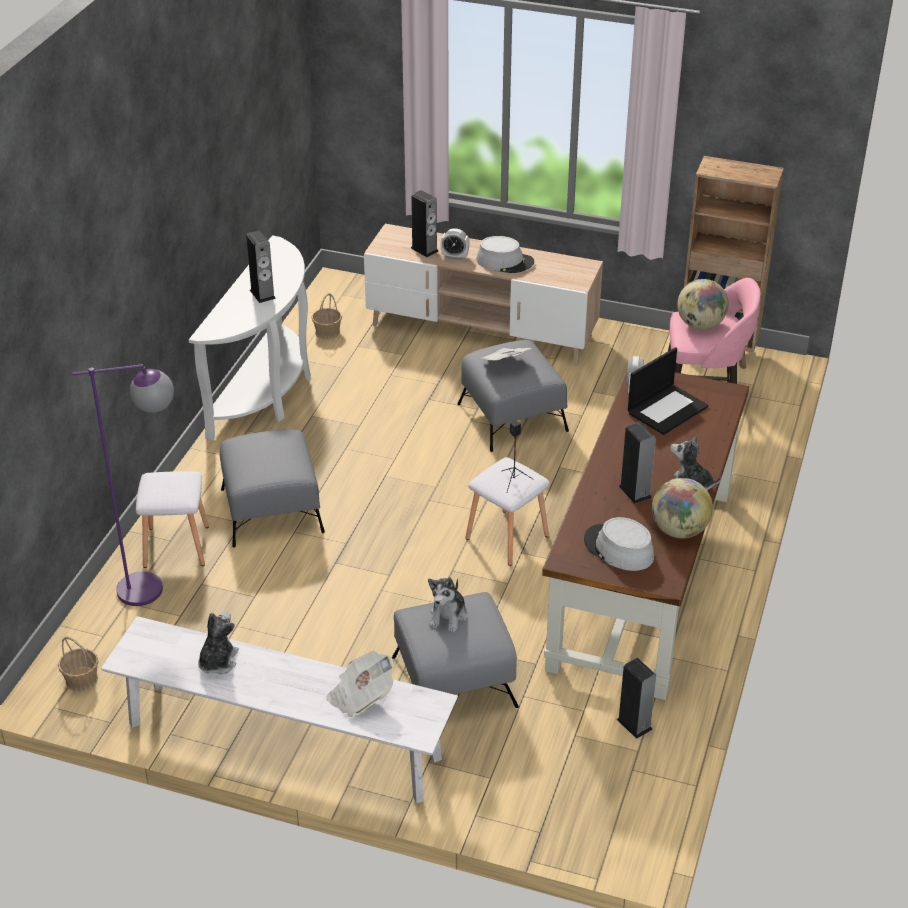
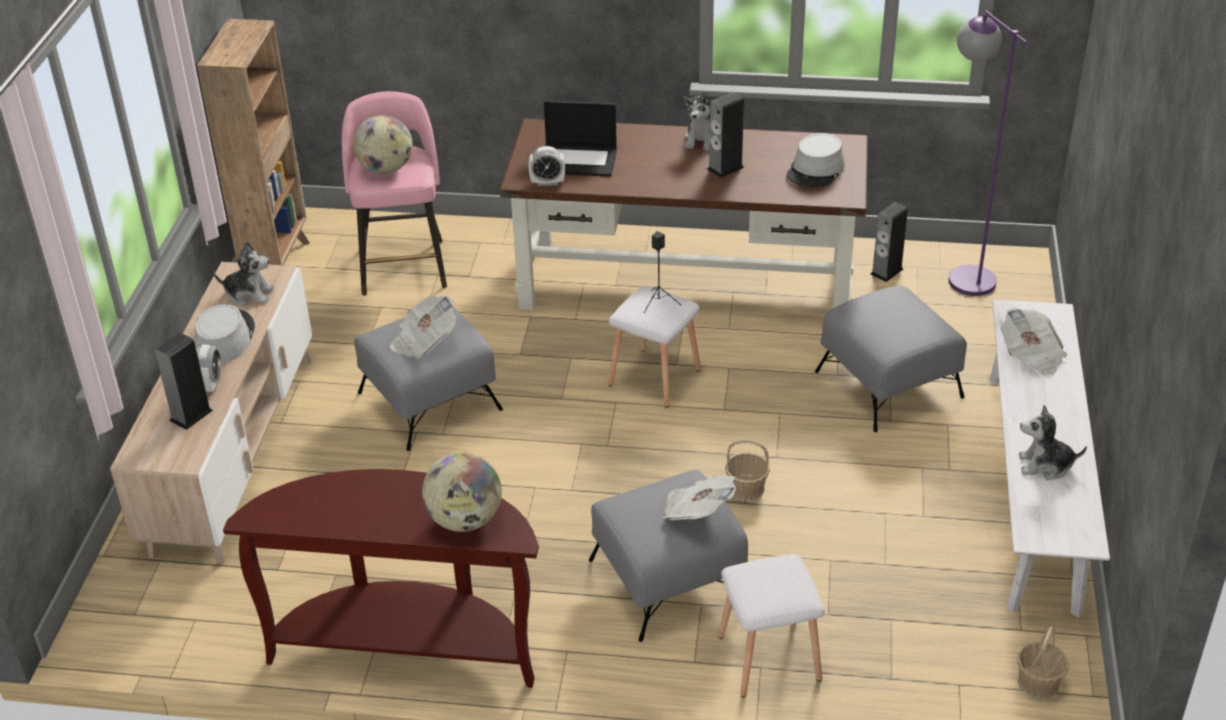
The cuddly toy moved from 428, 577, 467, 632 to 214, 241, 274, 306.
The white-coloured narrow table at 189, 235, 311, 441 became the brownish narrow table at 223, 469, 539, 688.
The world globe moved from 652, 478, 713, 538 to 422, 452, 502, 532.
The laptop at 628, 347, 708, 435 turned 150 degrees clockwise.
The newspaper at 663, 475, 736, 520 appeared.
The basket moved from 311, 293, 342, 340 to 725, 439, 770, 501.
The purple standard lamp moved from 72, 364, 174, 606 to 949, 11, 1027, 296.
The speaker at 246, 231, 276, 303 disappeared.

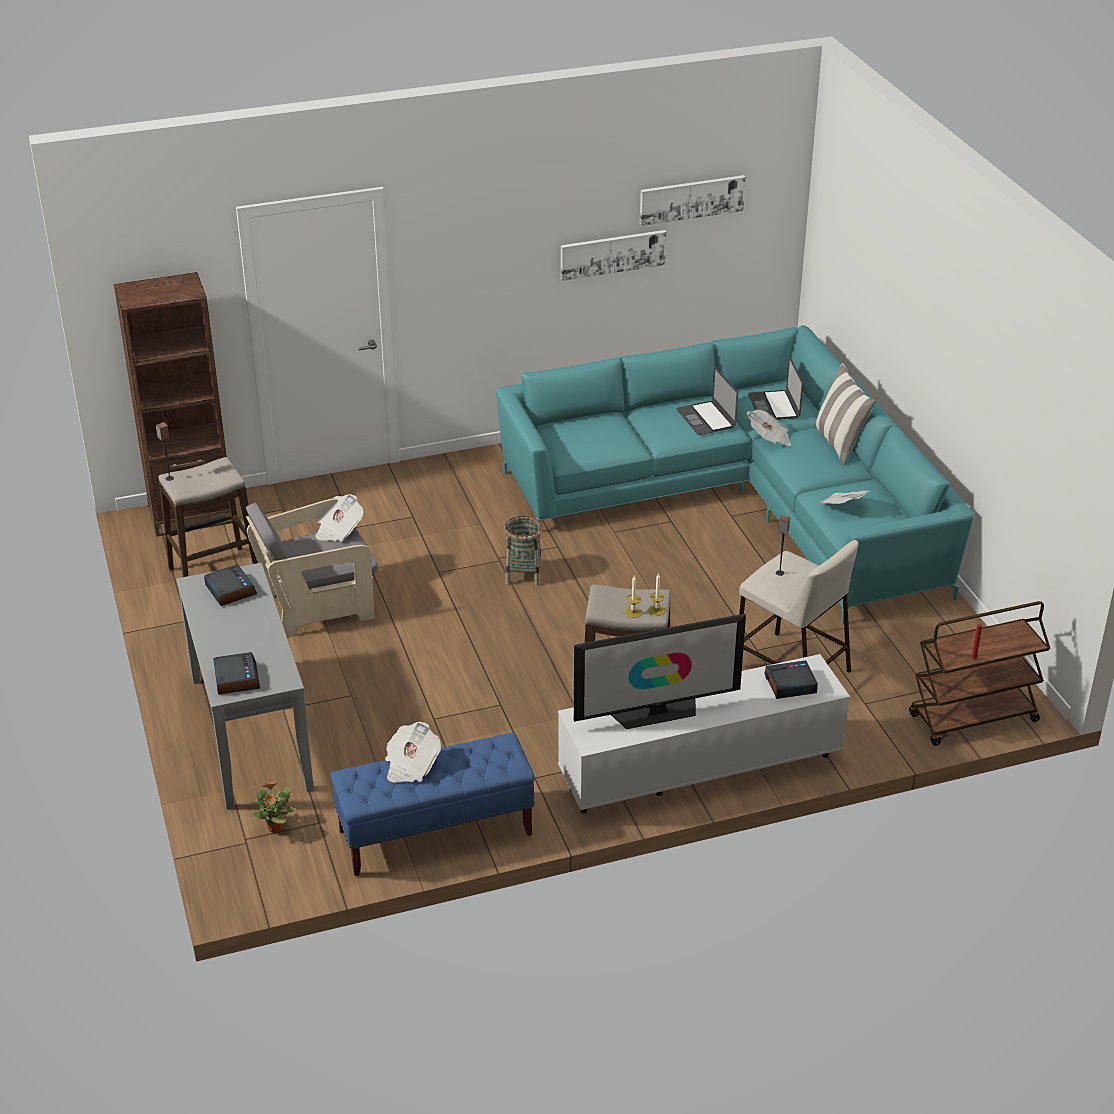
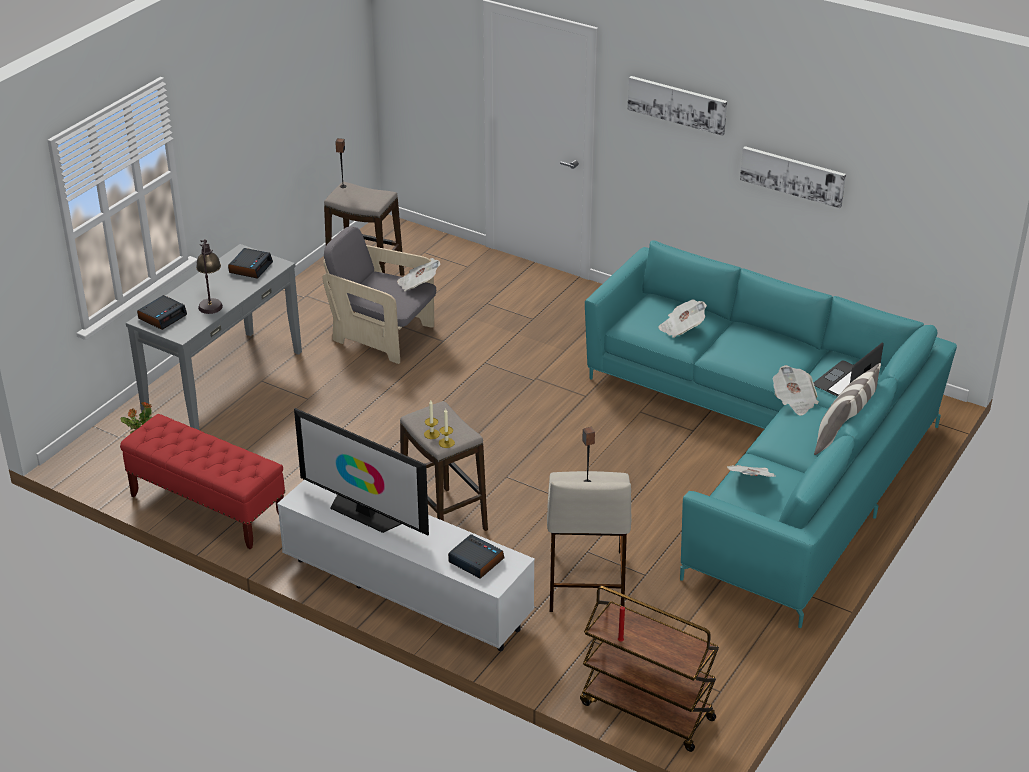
The bluish indoor bench at 331, 732, 535, 876 became the red indoor bench at 120, 414, 285, 549.
The lamp for a table at 196, 239, 223, 314 appeared.
The wall art moved from 640, 175, 746, 226 to 628, 76, 727, 136.
The newspaper moved from 385, 722, 441, 783 to 658, 299, 707, 338.
The brownish bookcase at 114, 272, 232, 537 disappeared.
The basket at 504, 516, 542, 586 disappeared.
The laptop at 676, 367, 738, 435 disappeared.

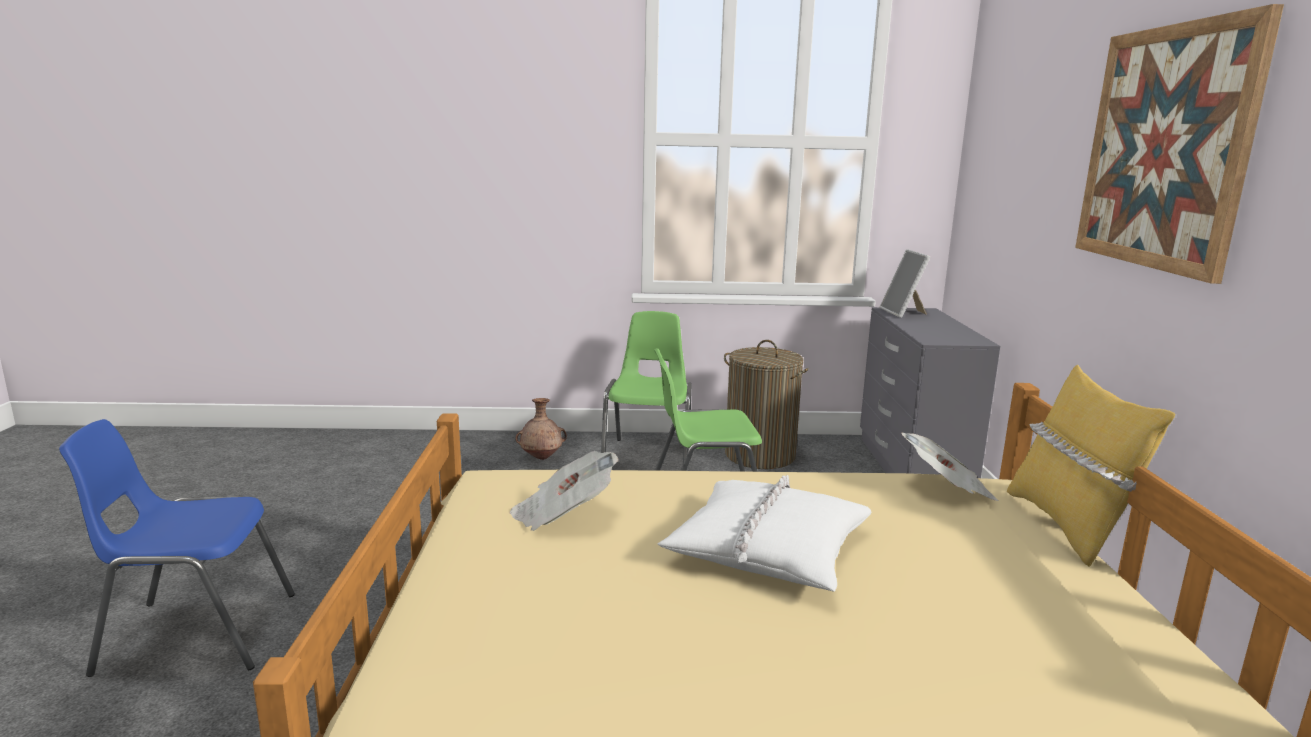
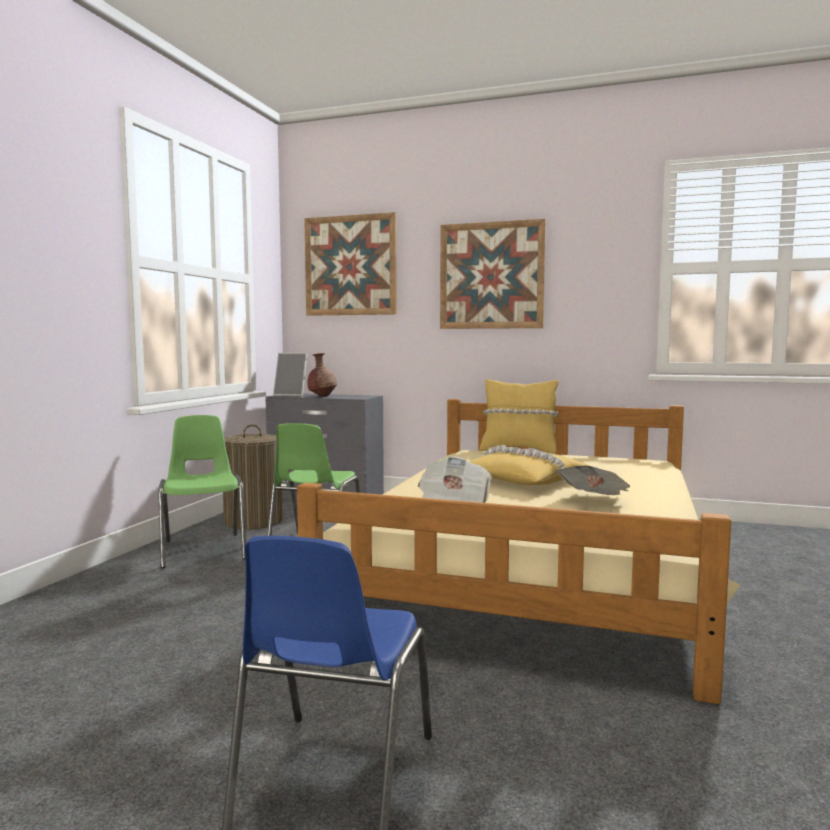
The greenish plain chair at 601, 311, 692, 471 turned 45 degrees clockwise.
The wall art at 304, 212, 397, 316 appeared.
The brownish vase moved from 515, 398, 567, 460 to 307, 353, 337, 397.
The white-coloured throw pillow at 658, 475, 872, 592 became the yellow throw pillow at 469, 445, 590, 485.
The newspaper moved from 901, 432, 999, 501 to 555, 466, 630, 495.

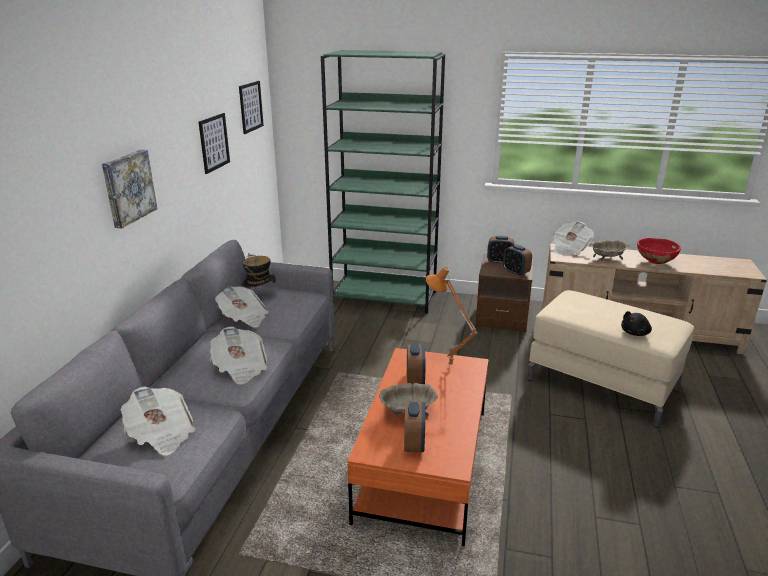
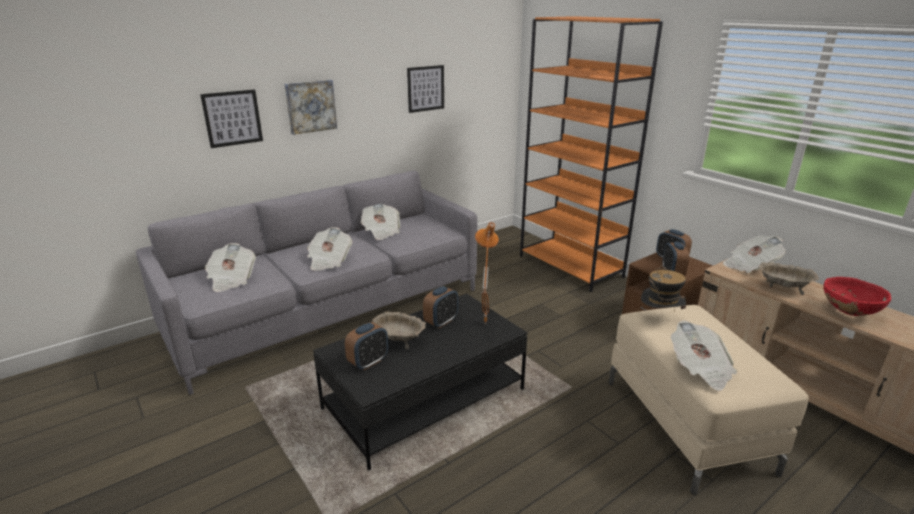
The wall art moved from 239, 81, 264, 134 to 200, 89, 263, 148.
The orange-coloured low table at 348, 348, 489, 546 became the blackish low table at 313, 294, 528, 471.
The greenish bookcase at 321, 50, 445, 314 became the orange-coloured bookcase at 520, 16, 663, 292.
The wearable hat moved from 242, 253, 276, 287 to 641, 265, 686, 311.
The blackish cuddly toy at 621, 311, 652, 336 was replaced by the newspaper at 671, 320, 737, 391.

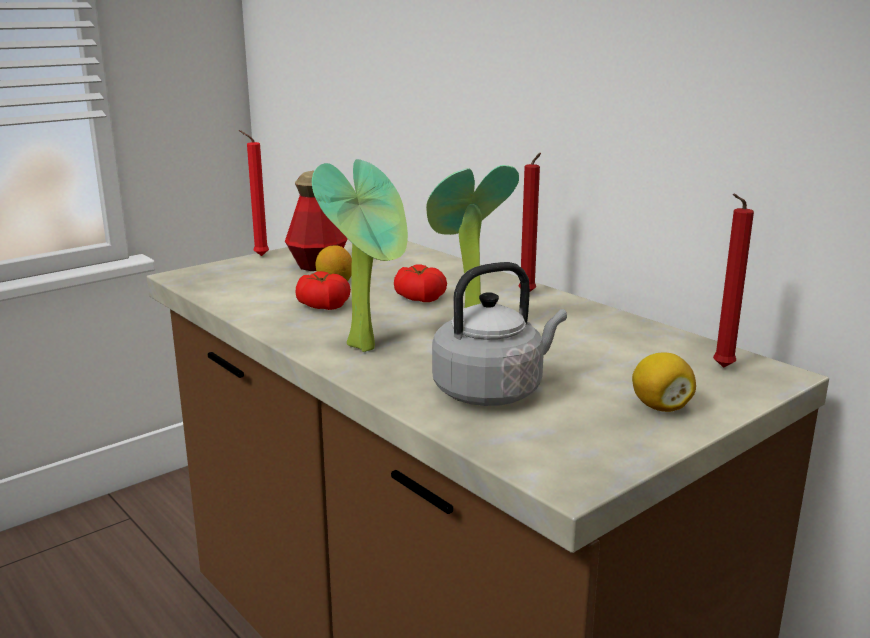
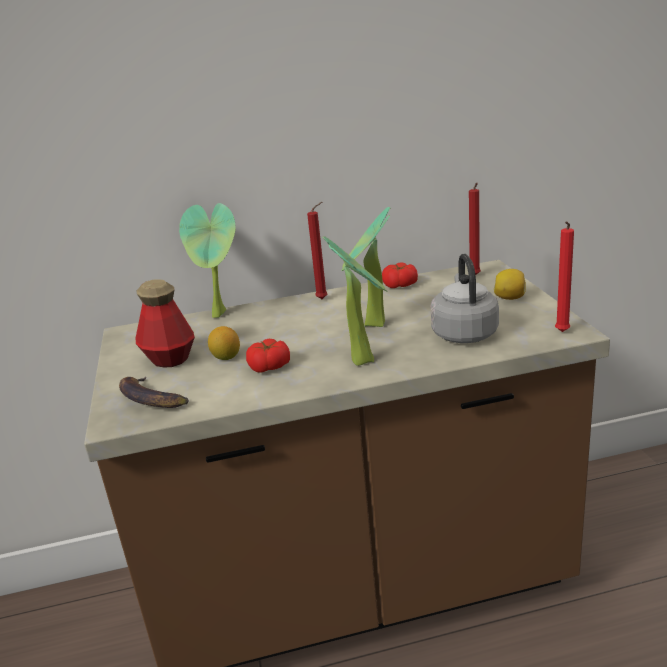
The whole banana at 119, 376, 189, 408 appeared.
The plant in a pot at 179, 203, 236, 318 appeared.
The fresh tomato moved from 394, 264, 447, 302 to 382, 262, 418, 288.
The red wax candle moved from 239, 130, 269, 256 to 555, 221, 574, 332.

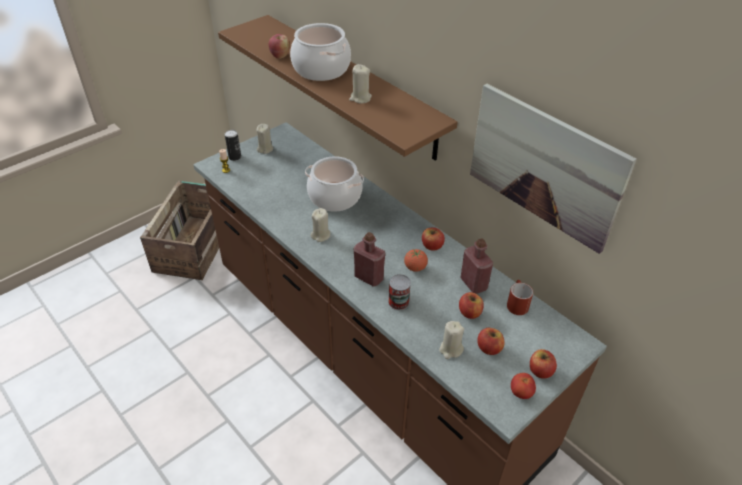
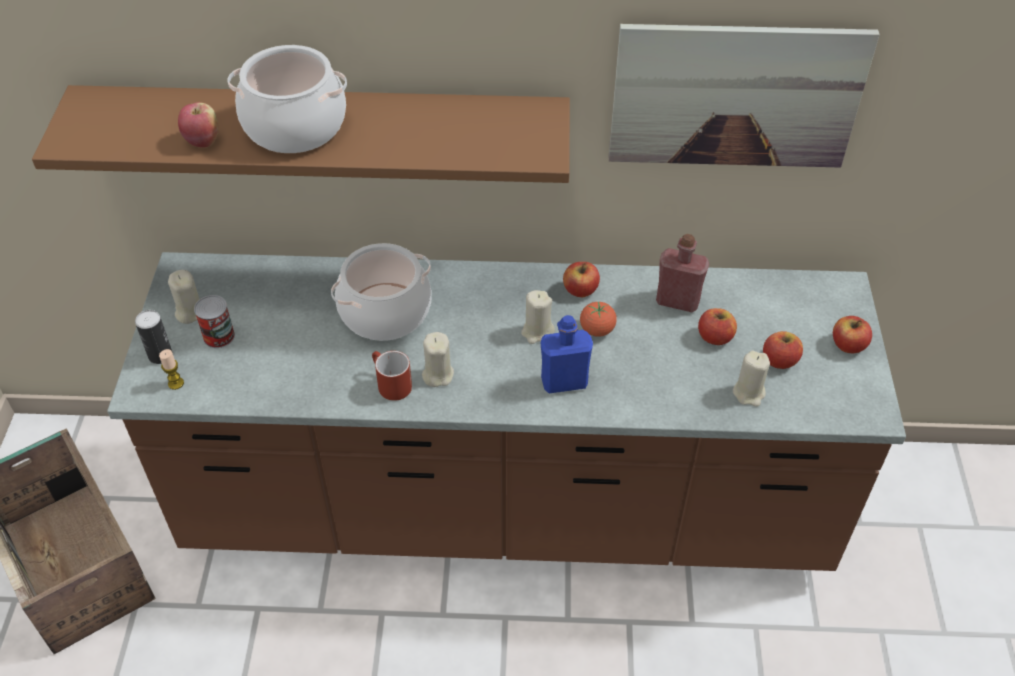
The metal can moved from 388, 274, 411, 310 to 194, 295, 235, 348.
The red coffee mug moved from 507, 280, 533, 315 to 372, 351, 412, 401.
The beige-coloured wax candle moved from 349, 64, 372, 103 to 521, 290, 555, 344.
The red drink bottle at 354, 232, 385, 287 became the bluish drink bottle at 541, 315, 593, 394.
The fresh tomato at 511, 373, 536, 399 disappeared.

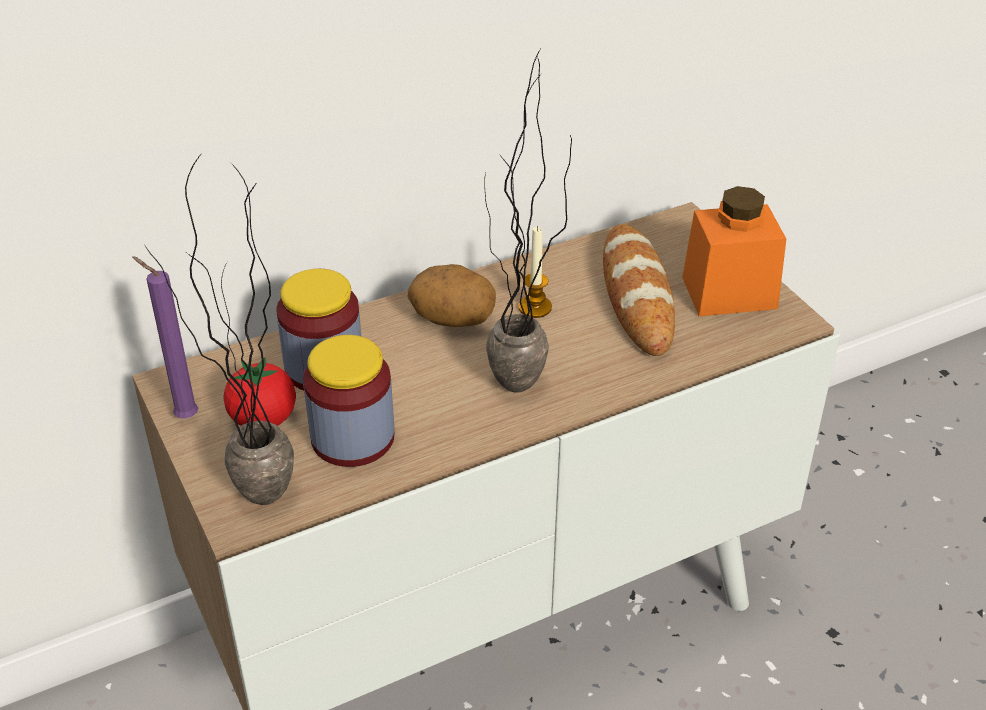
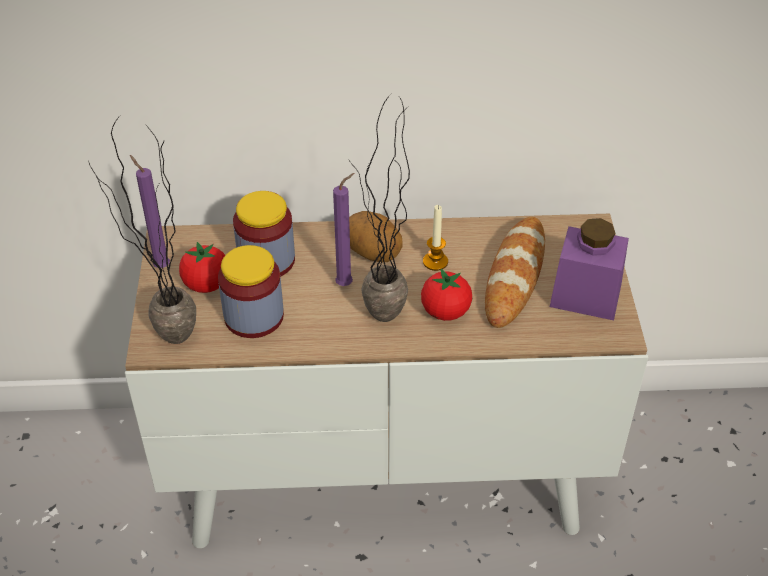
The purple wax candle at 333, 173, 354, 286 appeared.
The fresh tomato at 421, 269, 472, 321 appeared.
The orange-coloured storage jar at 682, 186, 786, 316 became the purple storage jar at 550, 218, 629, 320.

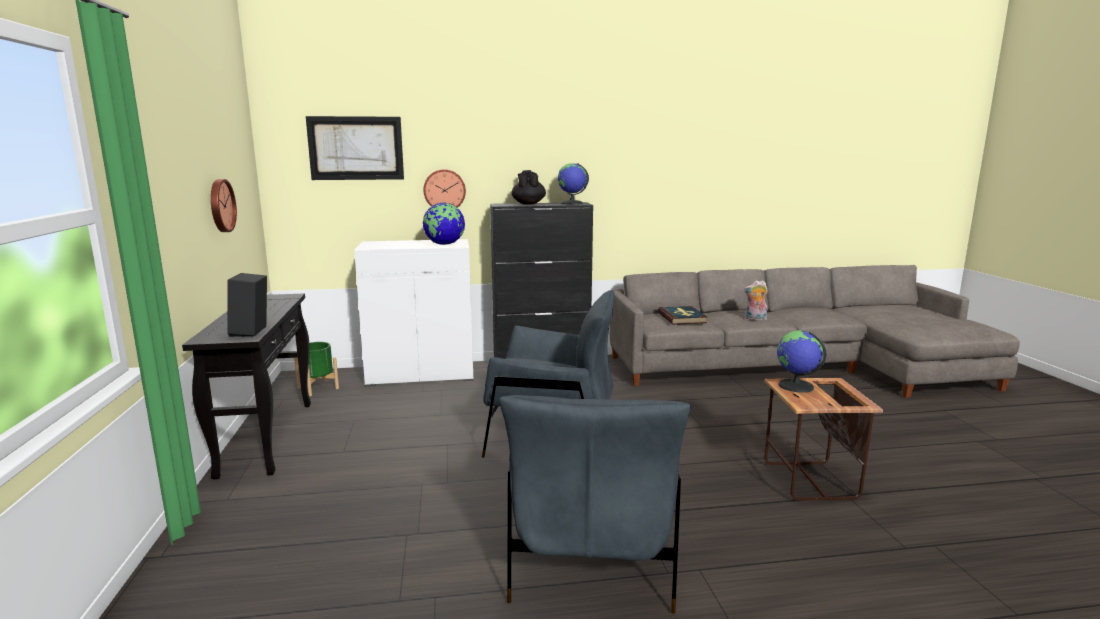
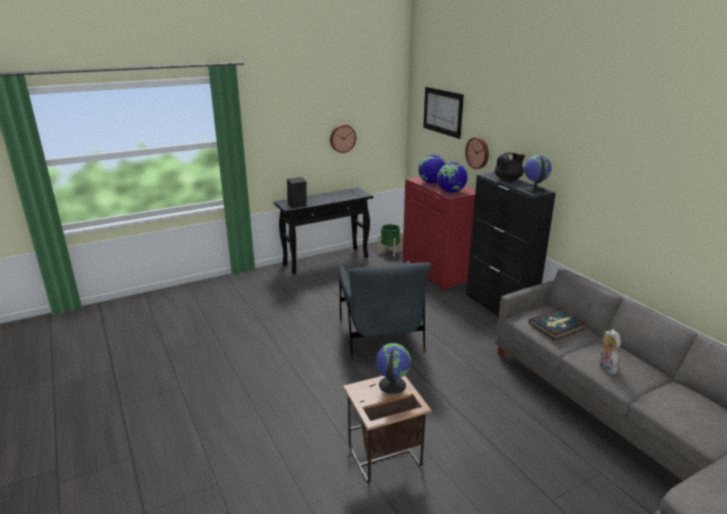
The white-coloured cupboard at 354, 239, 474, 387 became the red cupboard at 403, 177, 475, 291.
The world globe at 418, 155, 446, 184 appeared.
The grey lounge chair at 499, 395, 691, 614 disappeared.

